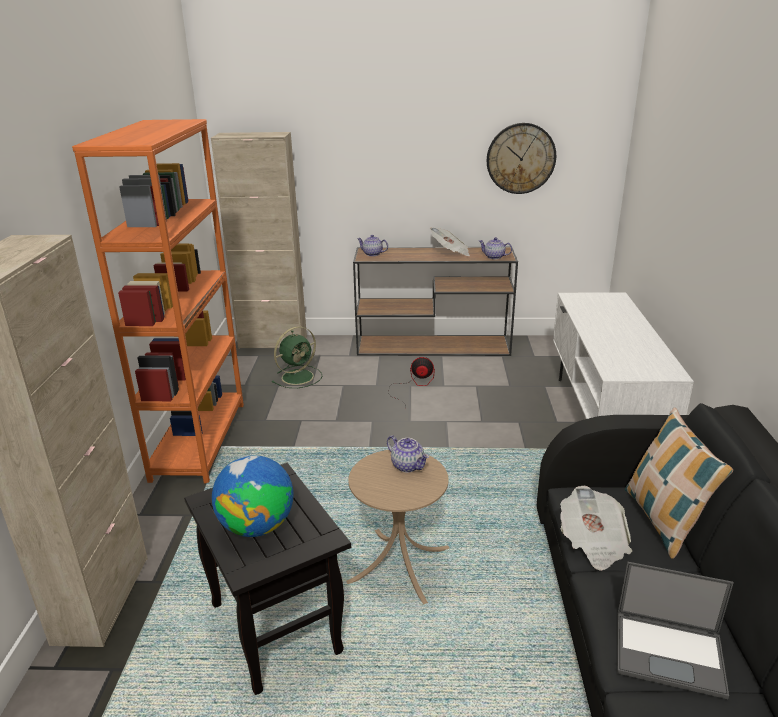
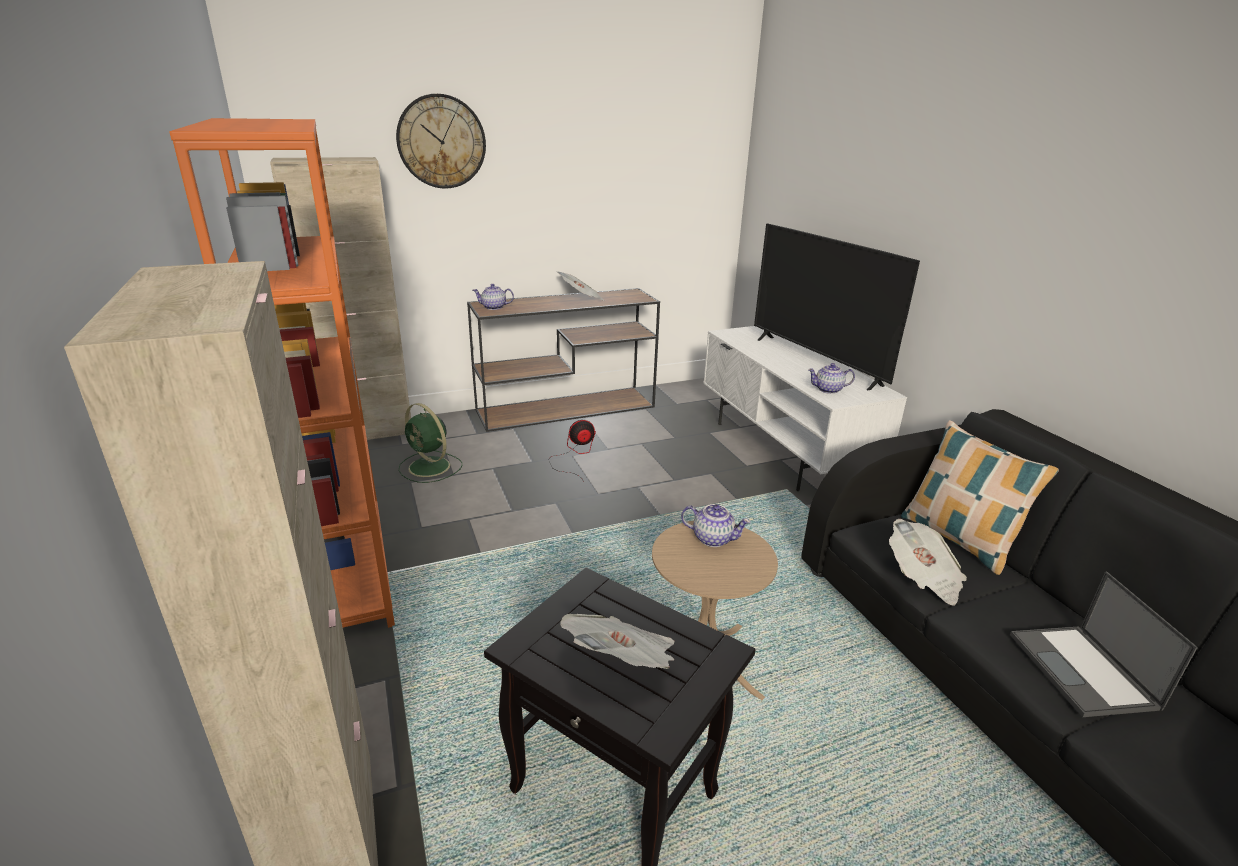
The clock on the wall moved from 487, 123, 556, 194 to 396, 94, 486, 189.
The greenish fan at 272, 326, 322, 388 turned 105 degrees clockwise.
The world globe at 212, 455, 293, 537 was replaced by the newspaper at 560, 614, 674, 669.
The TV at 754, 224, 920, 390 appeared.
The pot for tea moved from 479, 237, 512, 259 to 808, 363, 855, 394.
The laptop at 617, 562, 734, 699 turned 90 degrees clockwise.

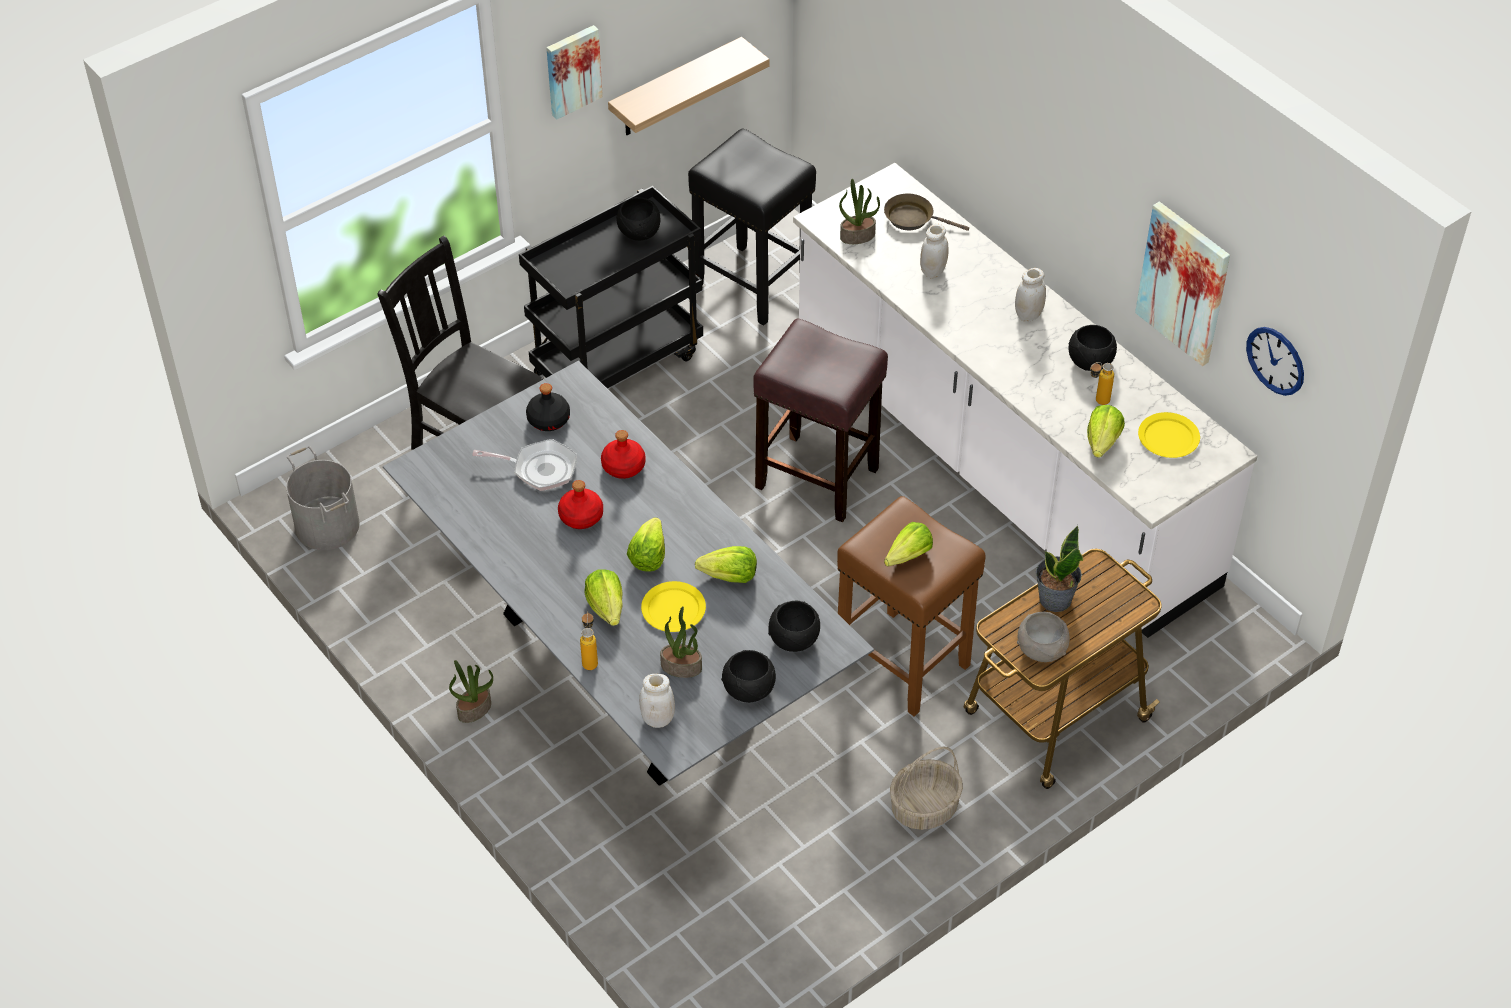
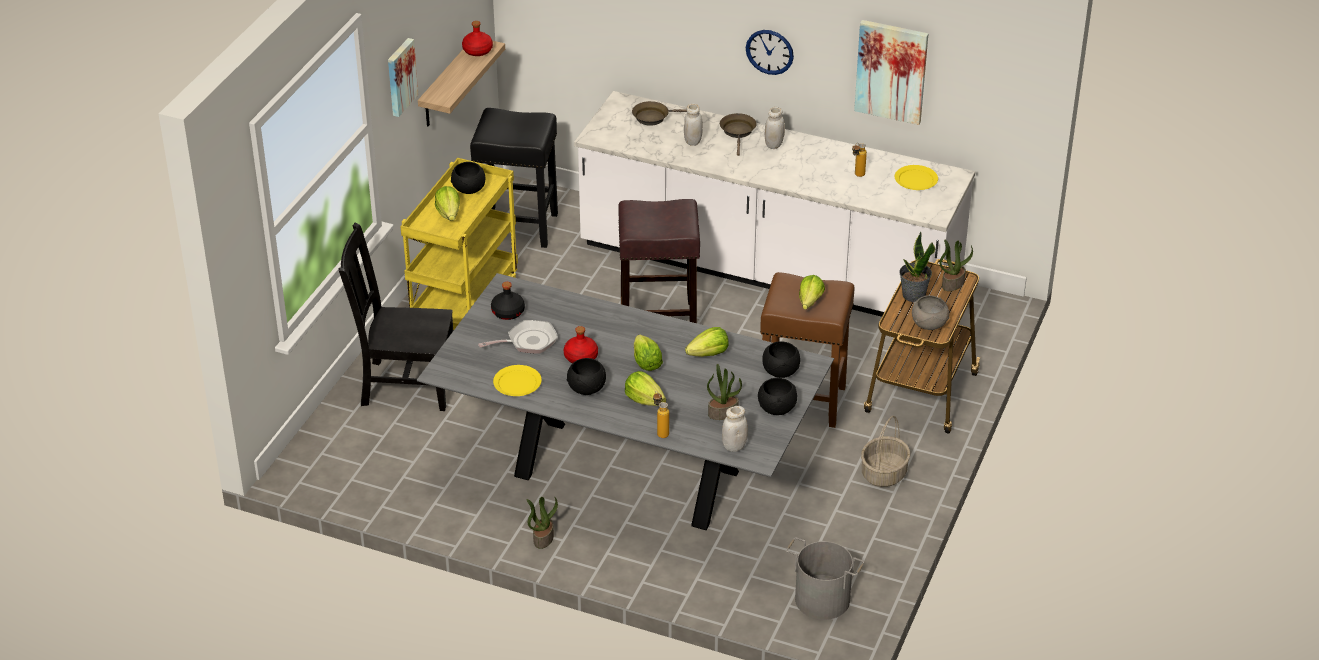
The blackish wheeled cart at 519, 186, 703, 389 became the yellow wheeled cart at 400, 158, 518, 331.
The lettuce moved from 1087, 405, 1125, 458 to 435, 186, 460, 221.
The red drink bottle moved from 601, 430, 646, 479 to 462, 21, 493, 56.
The yellow plate moved from 641, 581, 706, 632 to 493, 365, 542, 396.
The blackish deep dish moved from 1069, 325, 1117, 371 to 566, 358, 606, 395.
The brownish pan at 720, 113, 757, 156 appeared.
The clock on the wall moved from 1246, 327, 1304, 396 to 746, 30, 794, 75.
The grey pail moved from 286, 446, 360, 550 to 786, 537, 864, 620.
The plant in a pot moved from 839, 179, 880, 244 to 939, 240, 973, 291.

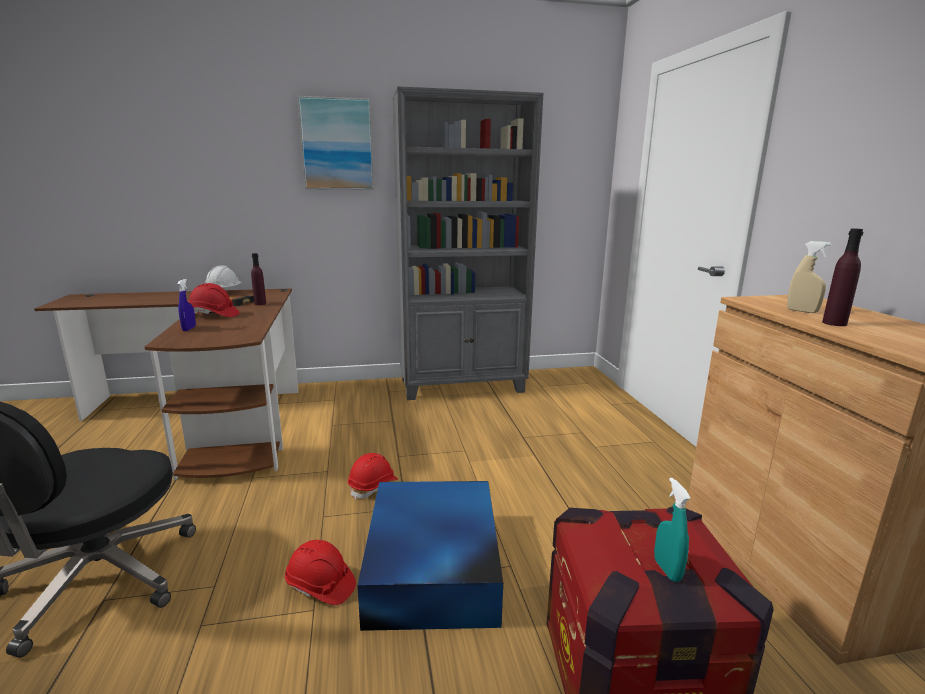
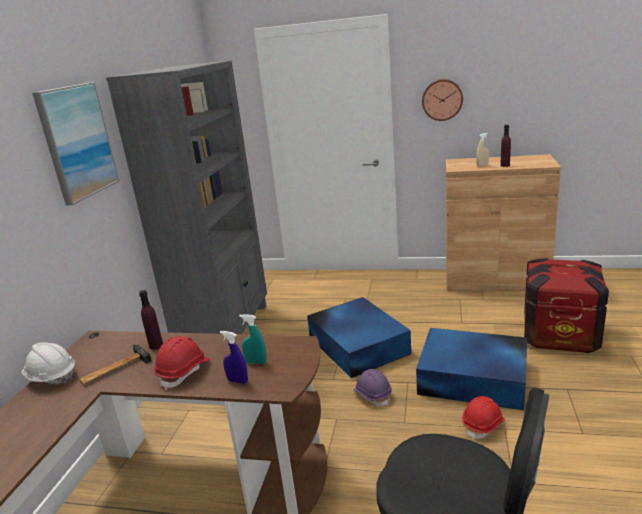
The blue-green sprayer moved from 654, 478, 691, 582 to 239, 314, 267, 364.
The bluish storage box at 307, 297, 411, 378 appeared.
The red work helmet at 348, 453, 398, 500 became the purple work helmet at 354, 369, 392, 406.
The clock on the wall at 422, 79, 463, 121 appeared.

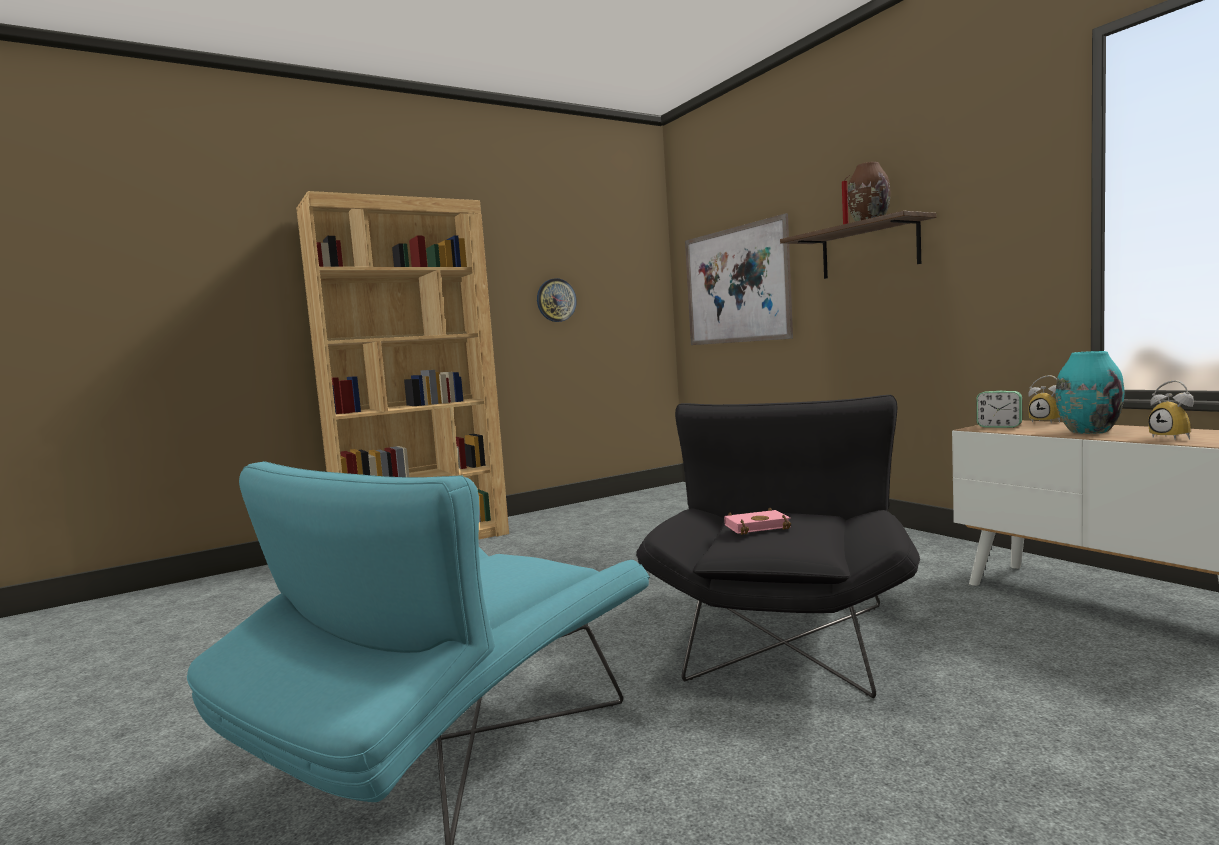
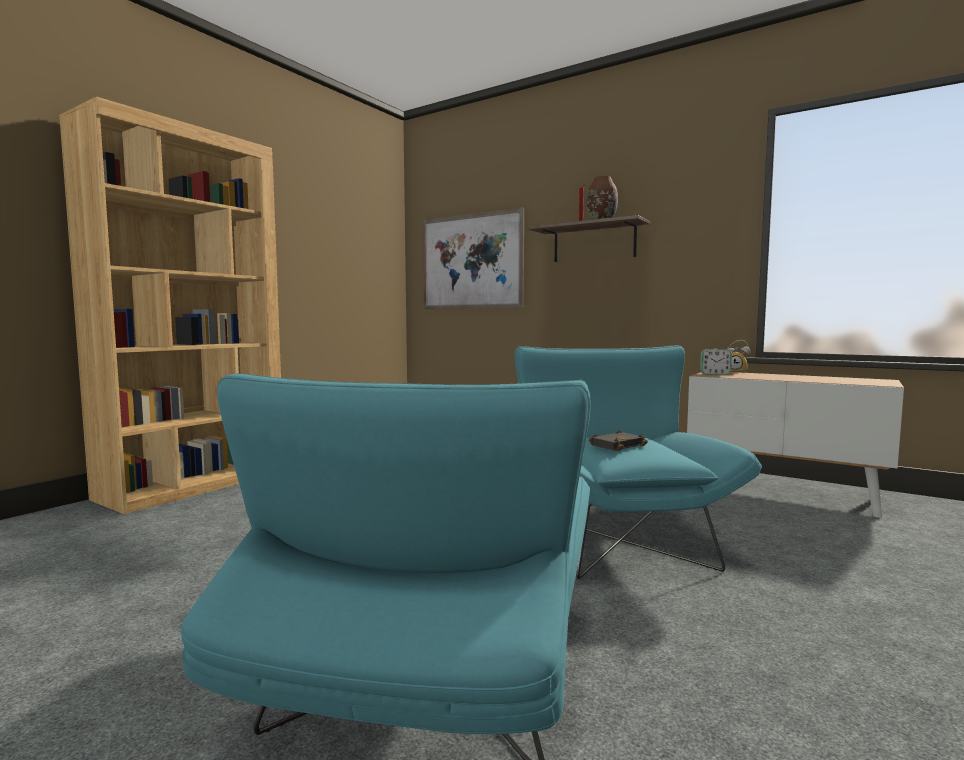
The blackish lounge chair at 636, 395, 920, 698 became the blue-green lounge chair at 515, 345, 762, 579.
The pink book at 724, 508, 791, 535 became the blackish book at 589, 430, 648, 451.
The clock on the wall at 537, 278, 577, 322 disappeared.
The blue-green vase at 1055, 351, 1124, 434 disappeared.
The table clock at 1148, 380, 1194, 440 disappeared.

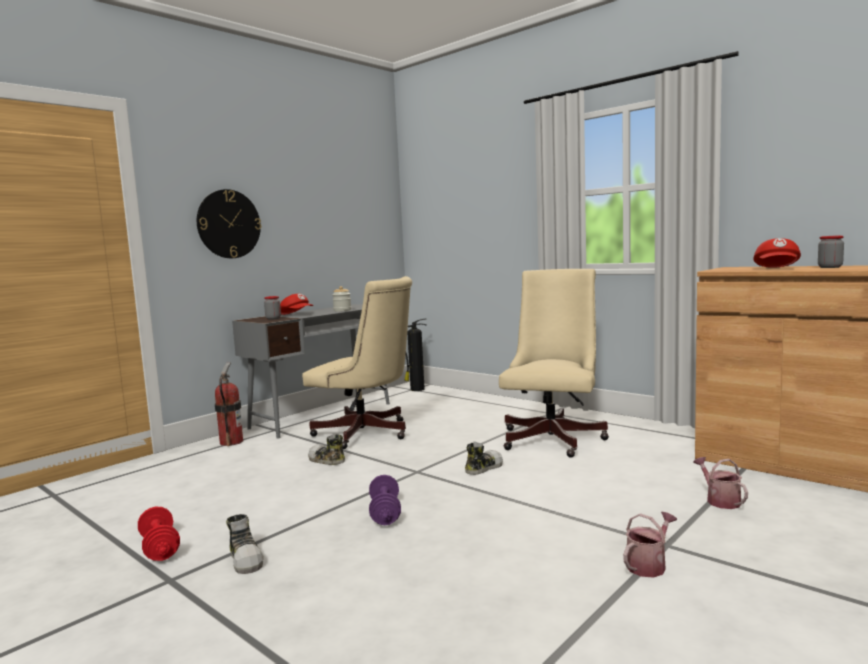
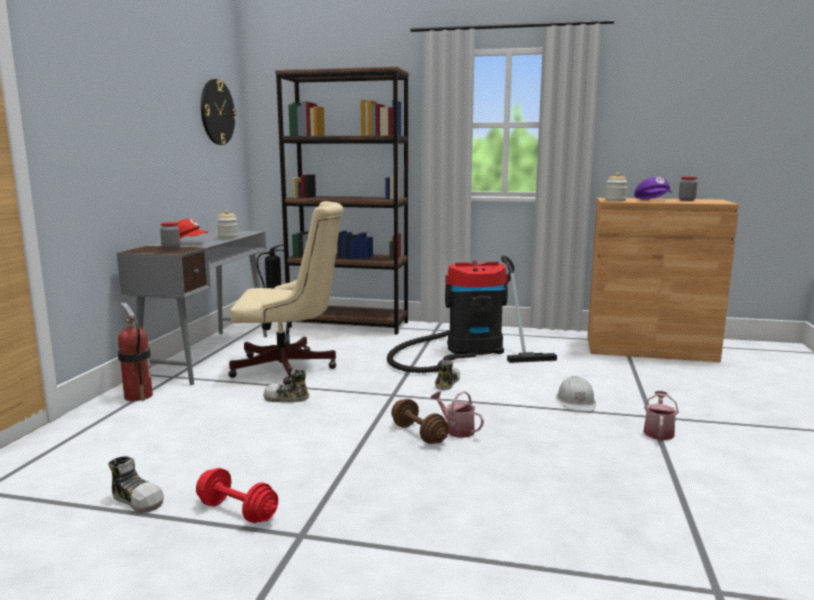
The item of footwear moved from 226, 514, 264, 574 to 109, 456, 164, 513.
The clock on the wall moved from 197, 189, 261, 258 to 201, 79, 237, 145.
The brownish bookcase at 275, 67, 409, 335 appeared.
The beige-coloured computer chair at 499, 269, 609, 457 was replaced by the vacuum at 387, 256, 557, 373.
The purple free weight at 369, 475, 401, 525 became the brownish free weight at 391, 399, 449, 444.
The watering can moved from 693, 457, 748, 509 to 430, 391, 484, 438.
The white-coloured work helmet at 556, 376, 596, 411 appeared.
The storage jar at 605, 173, 628, 201 appeared.
The red cap at 753, 238, 801, 268 became the purple cap at 634, 177, 672, 199.

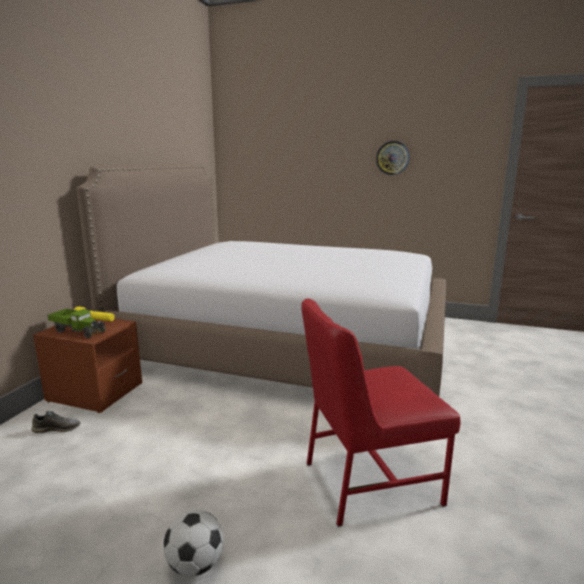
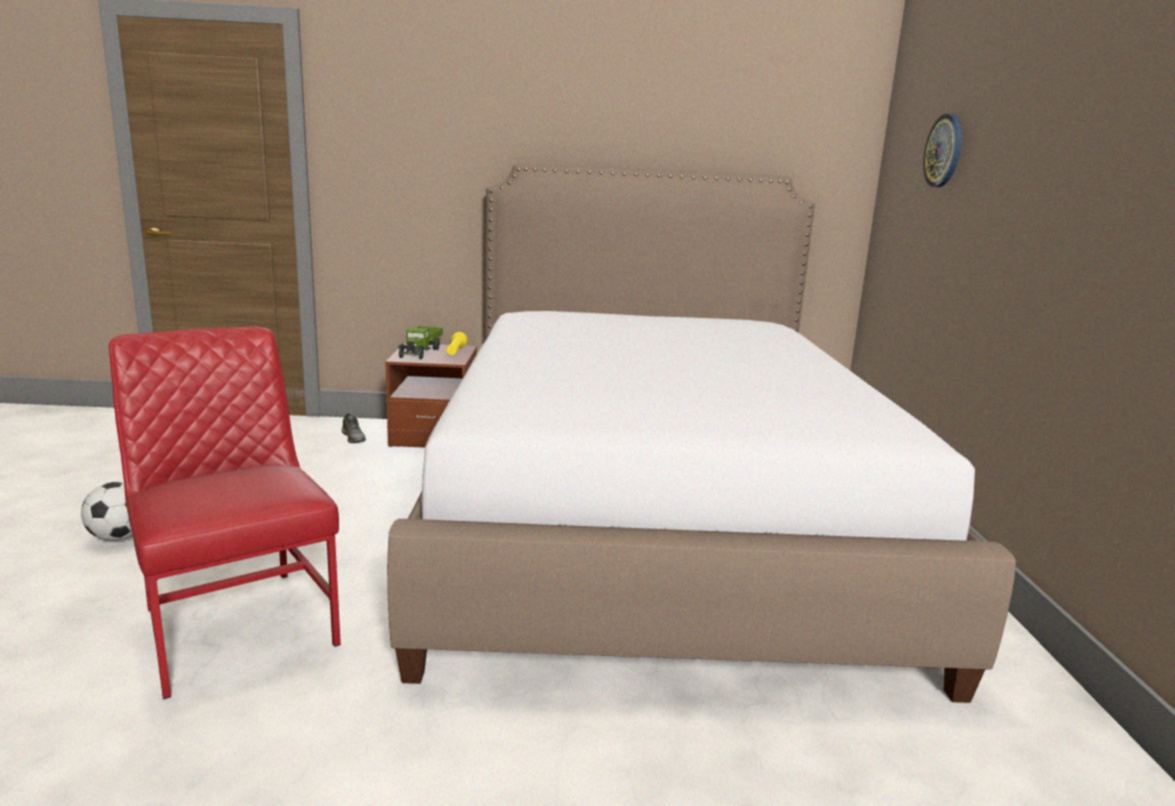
The clock on the wall moved from 376, 141, 410, 175 to 923, 114, 962, 187.

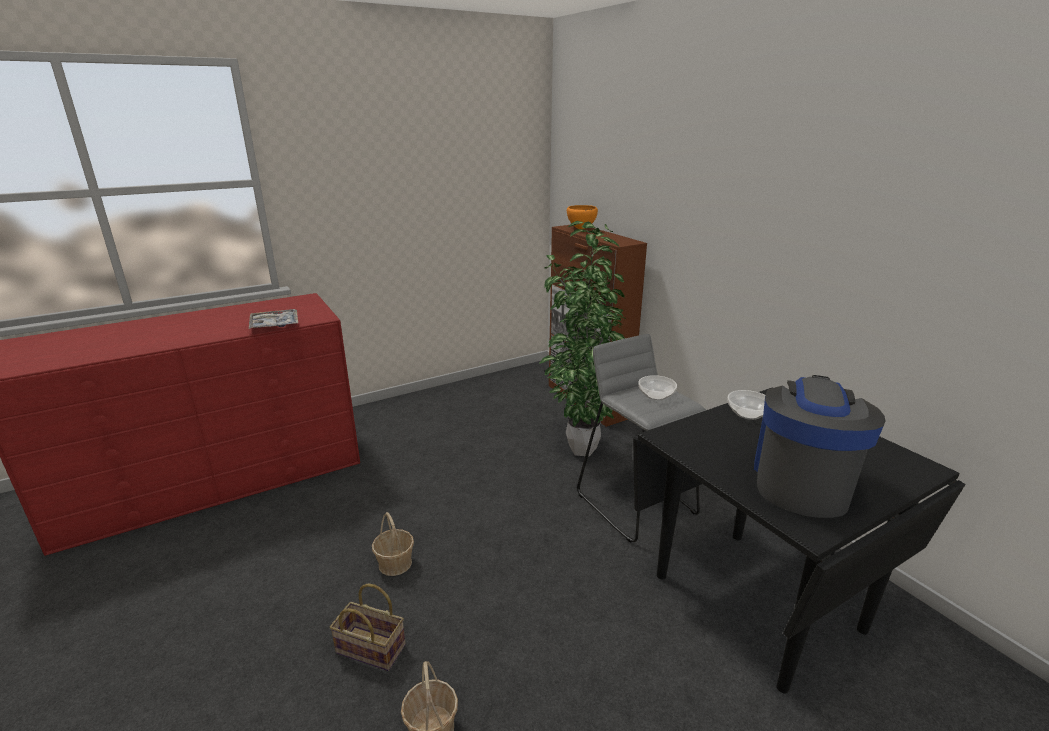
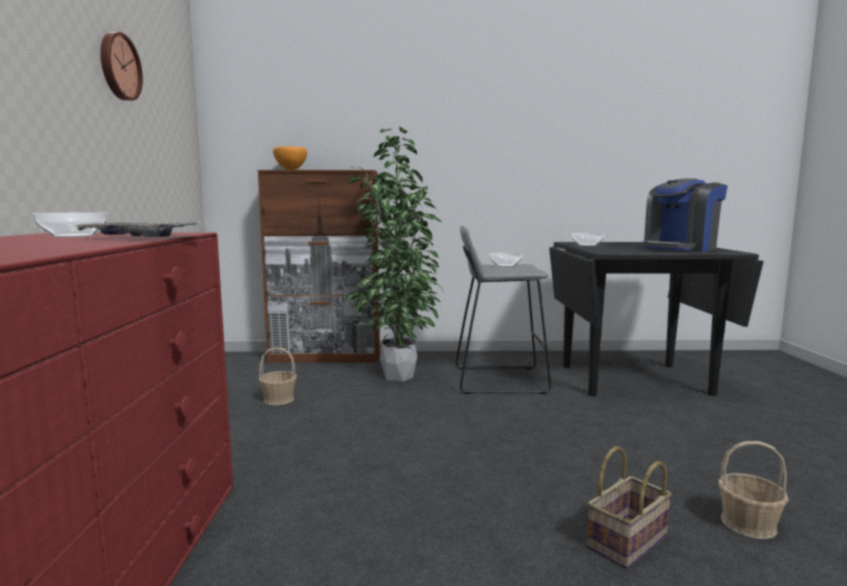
The deep dish at 32, 212, 108, 237 appeared.
The clock on the wall at 100, 32, 143, 101 appeared.
The basket moved from 372, 512, 414, 576 to 259, 347, 297, 405.
The coffee brewer at 754, 375, 886, 518 turned 90 degrees counterclockwise.

